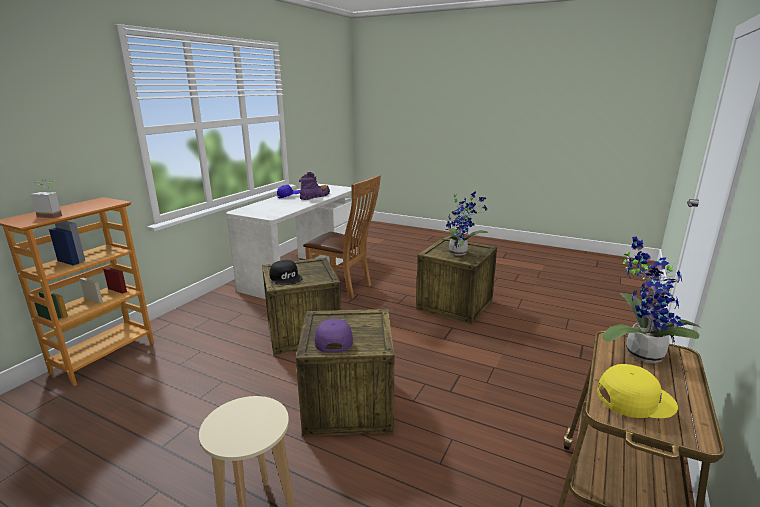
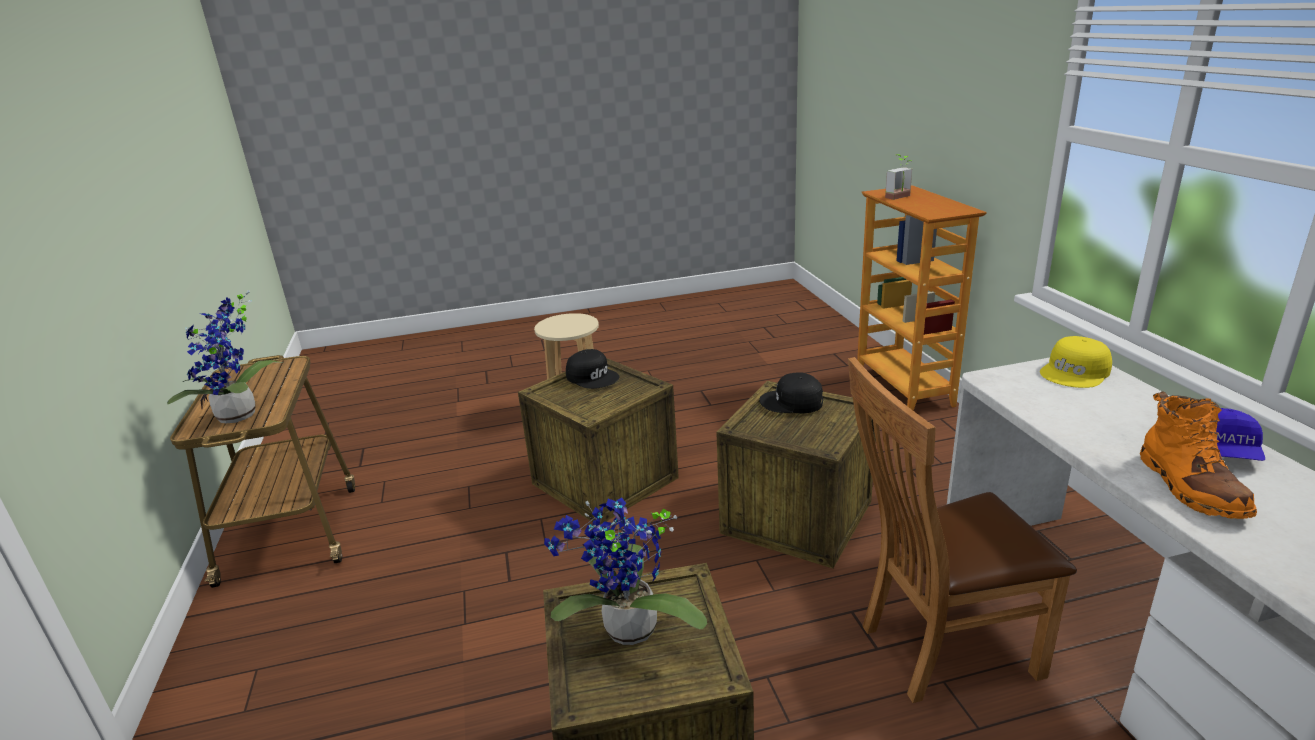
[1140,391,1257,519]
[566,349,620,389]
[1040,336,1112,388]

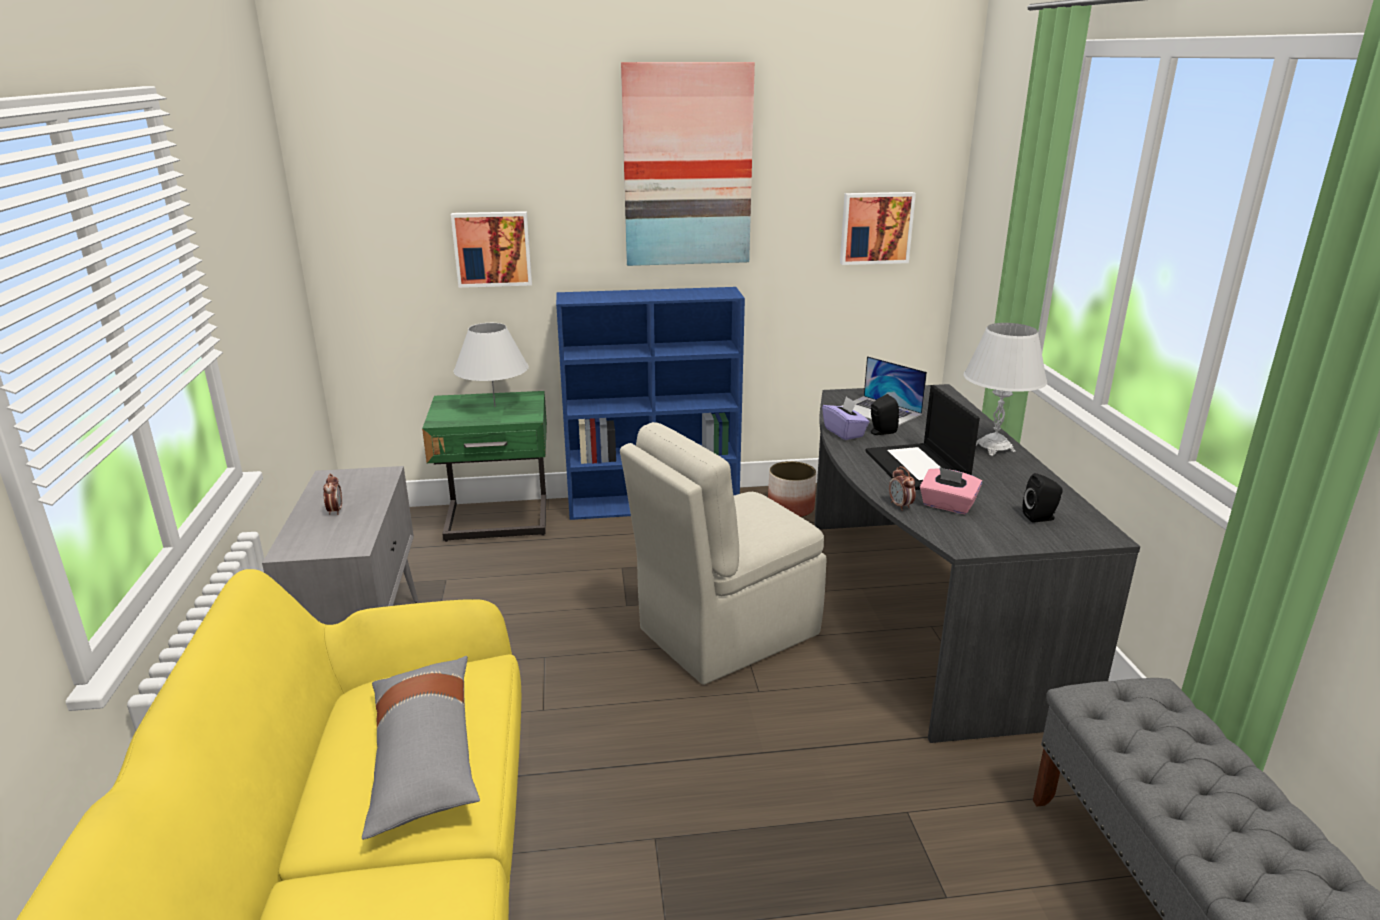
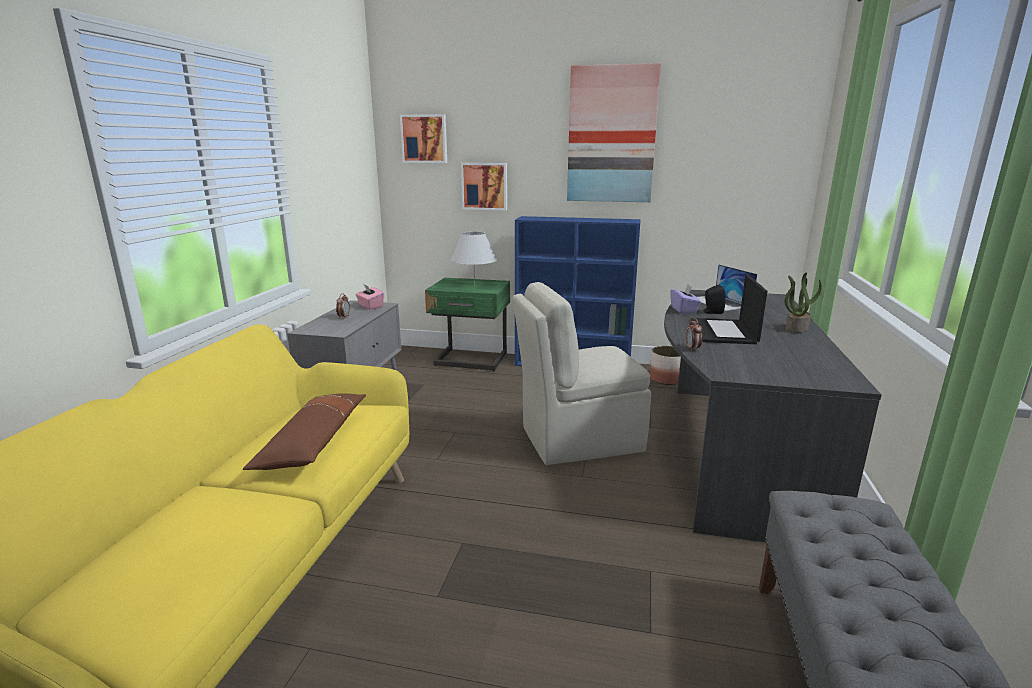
[400,114,447,163]
[784,273,822,333]
[355,285,384,310]
[1023,473,1063,522] (first image)
[243,393,366,470]

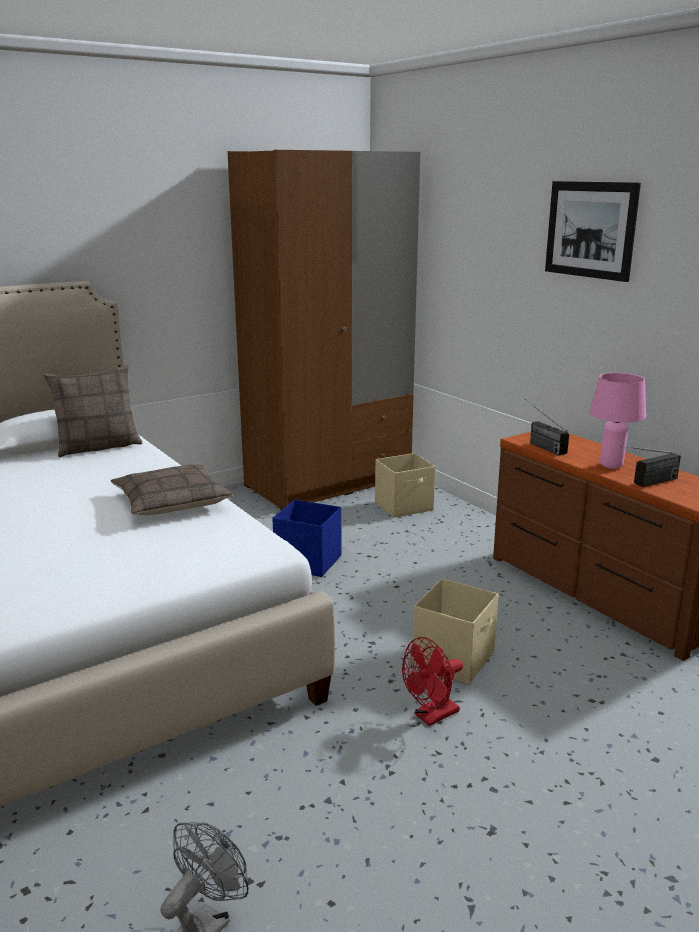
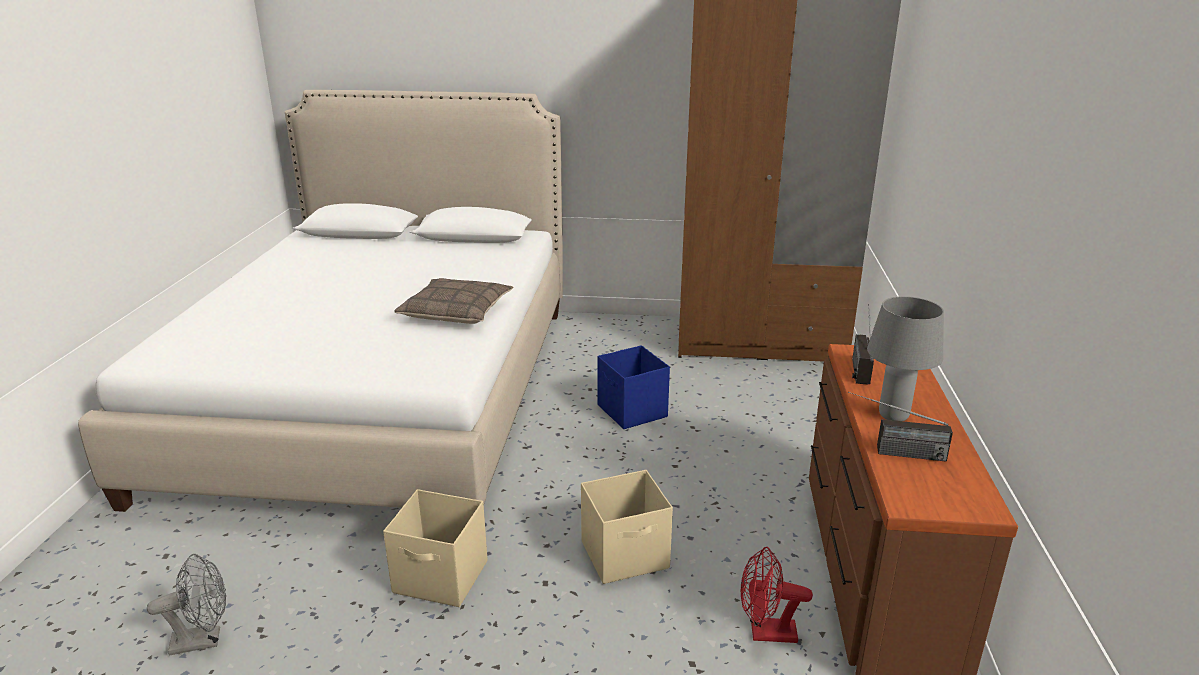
[545,181,641,282] (first image)
[43,365,142,457] (first image)
[867,296,944,421]
[383,489,488,607]
[741,547,813,643]

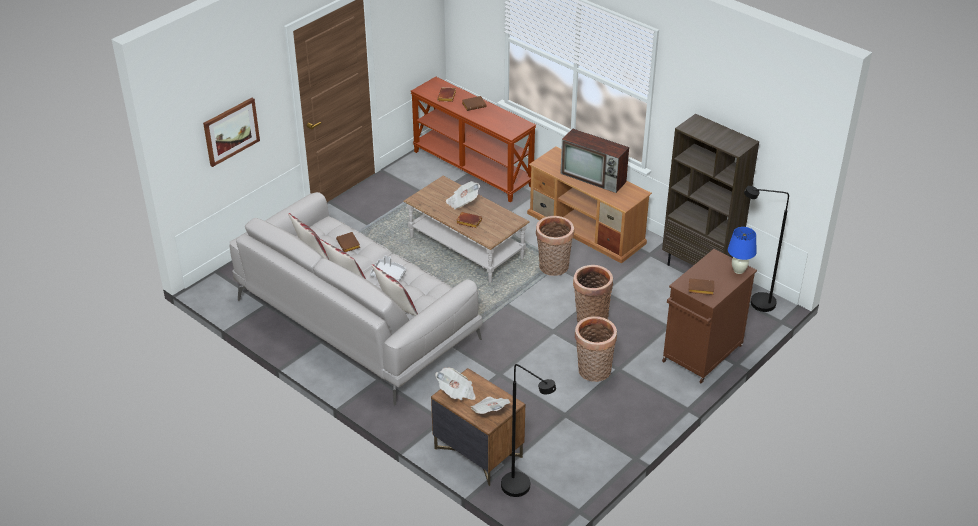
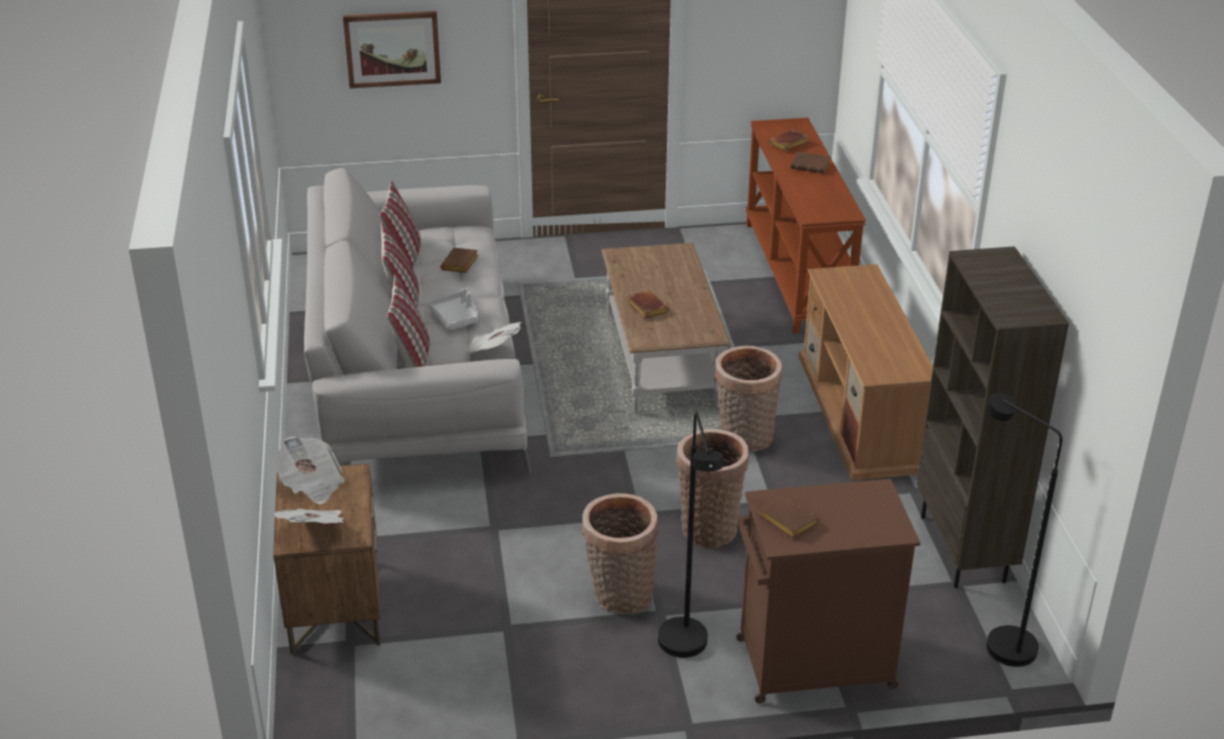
[560,129,629,193] (first image)
[465,322,521,354]
[728,227,757,274] (first image)
[658,412,723,658]

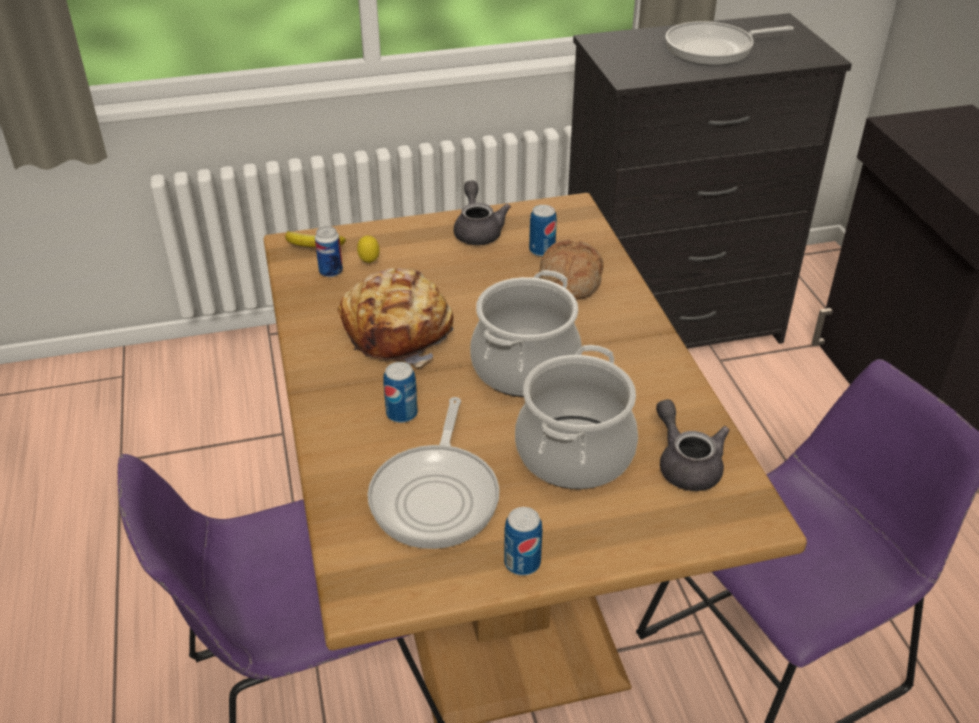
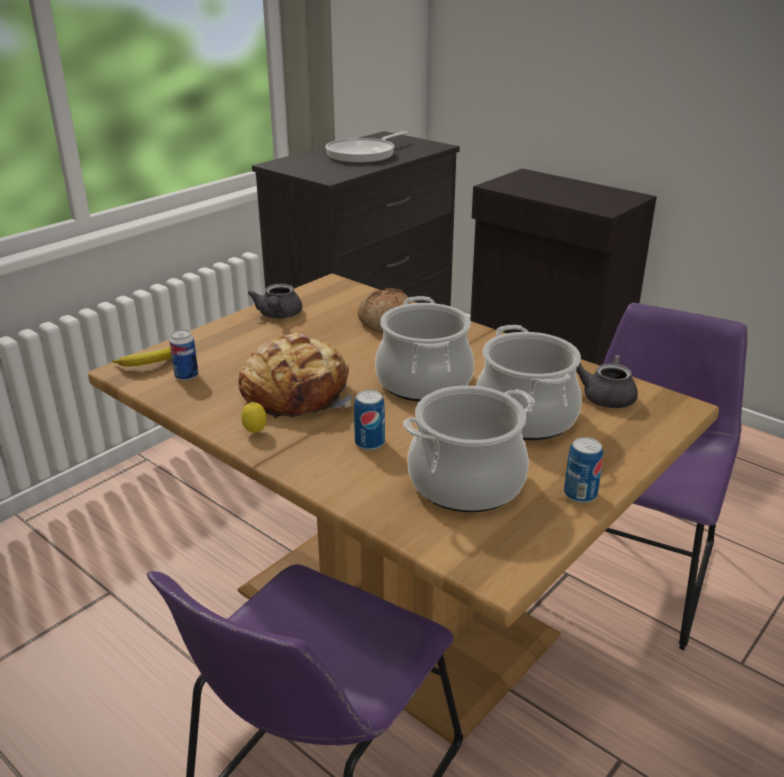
[248,284,302,319]
[529,205,557,257] (first image)
[241,402,267,433]
[403,386,535,512]

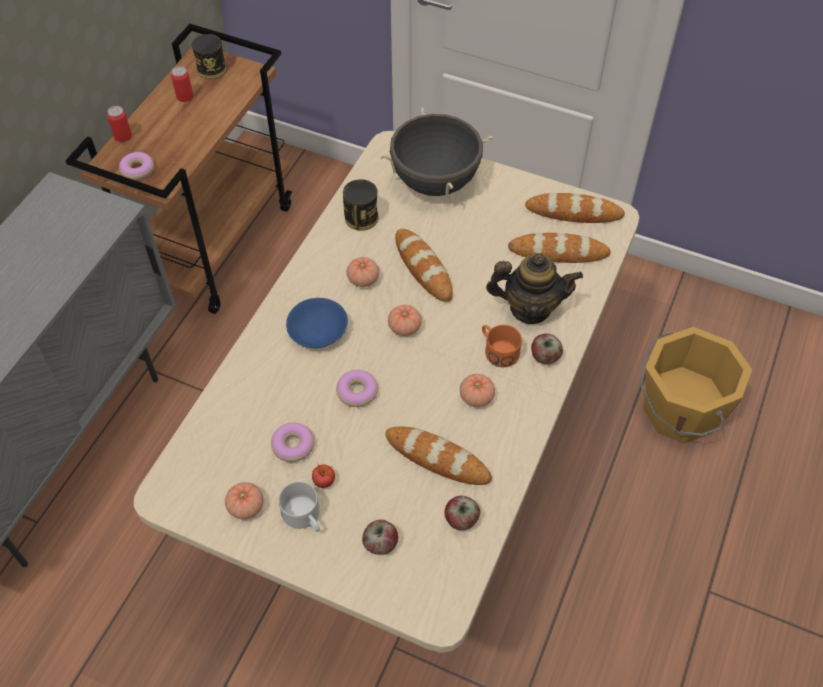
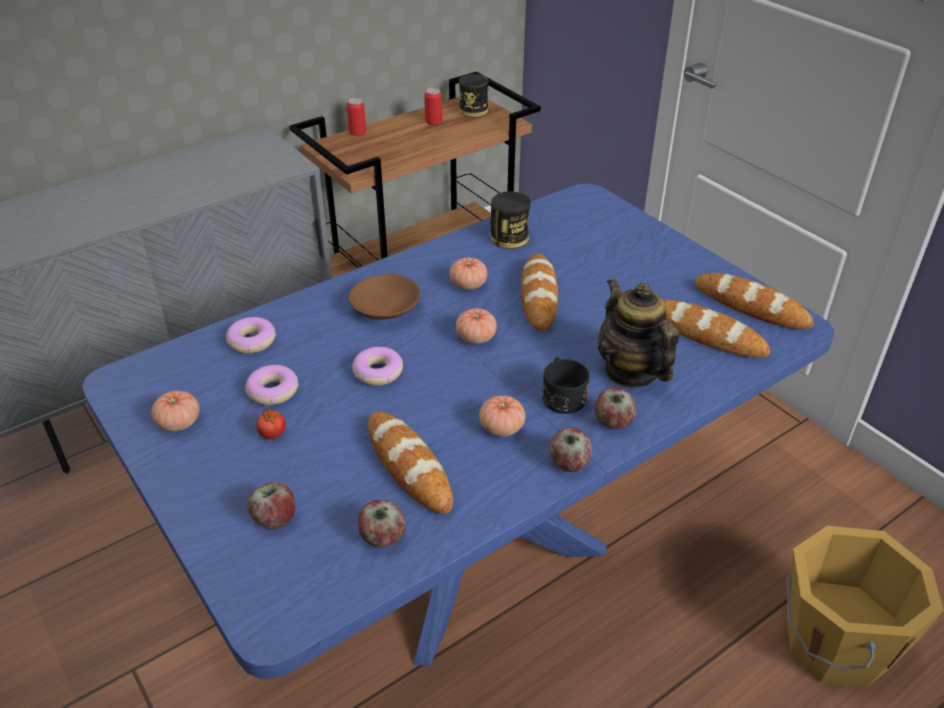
[380,108,492,196] (first image)
[82,184,835,679]
[226,317,276,354]
[598,278,679,388]
[348,274,421,320]
[542,357,589,414]
[279,481,320,532] (first image)
[549,427,592,472]

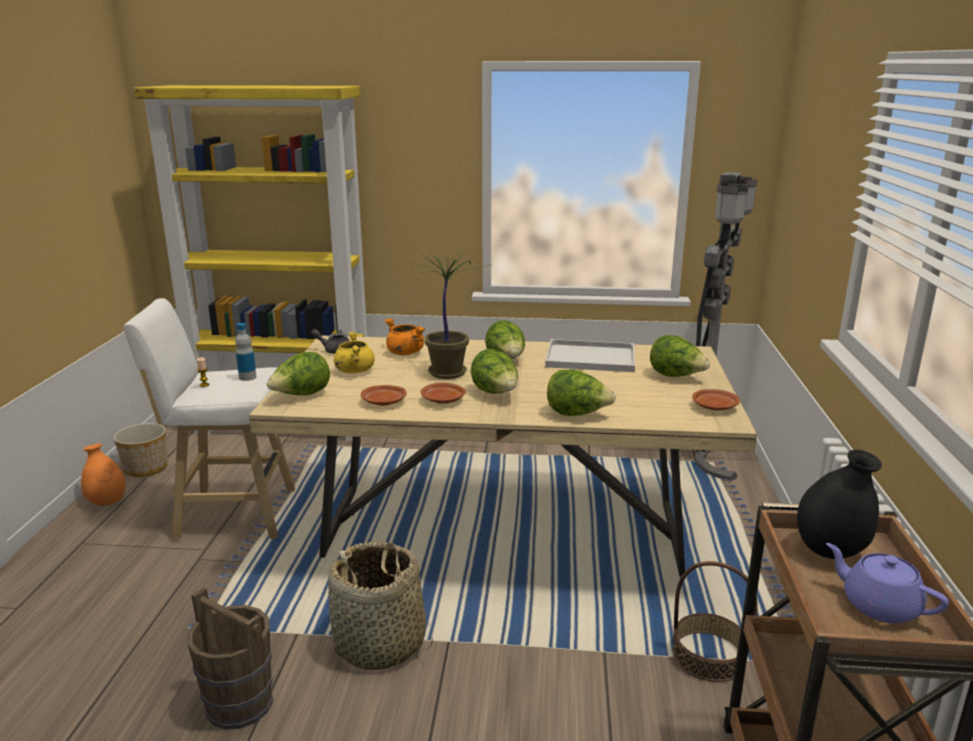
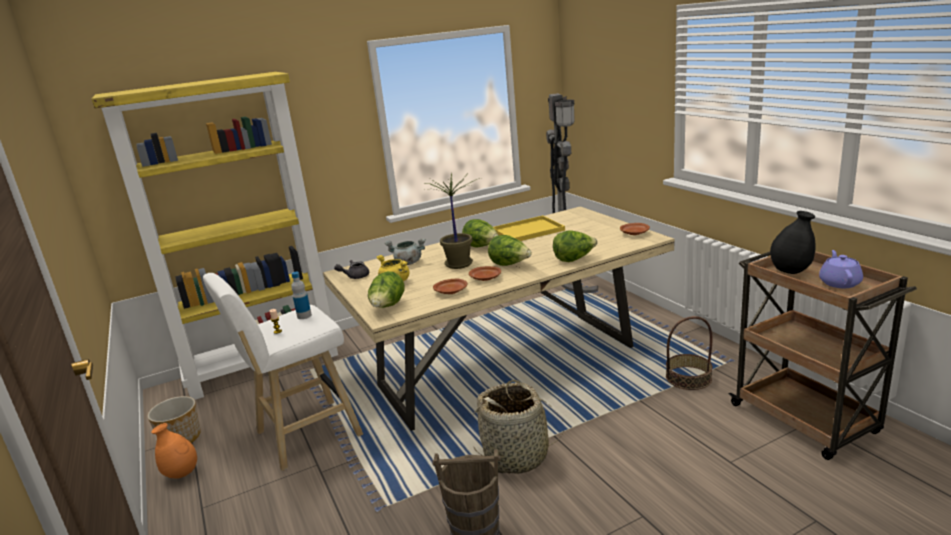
[385,239,426,265]
[650,335,710,377] (first image)
[493,216,565,241]
[819,250,863,288]

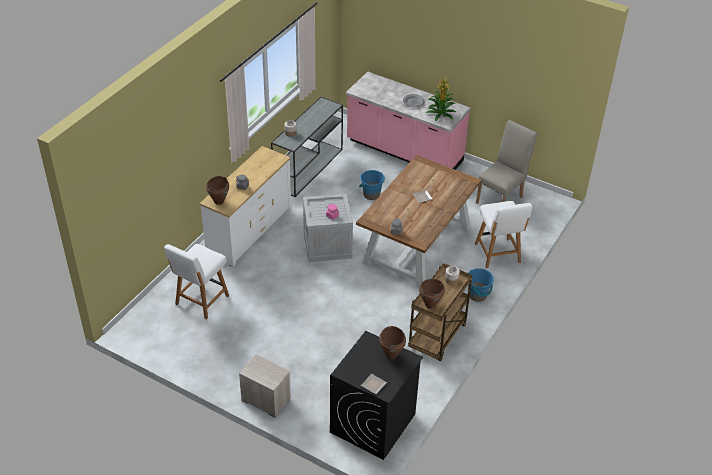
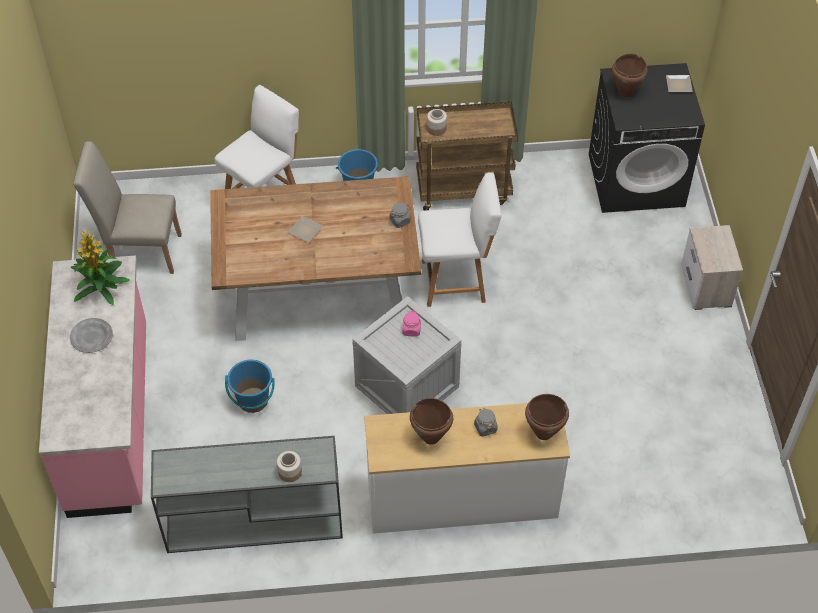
[418,173,501,307]
[410,398,453,445]

